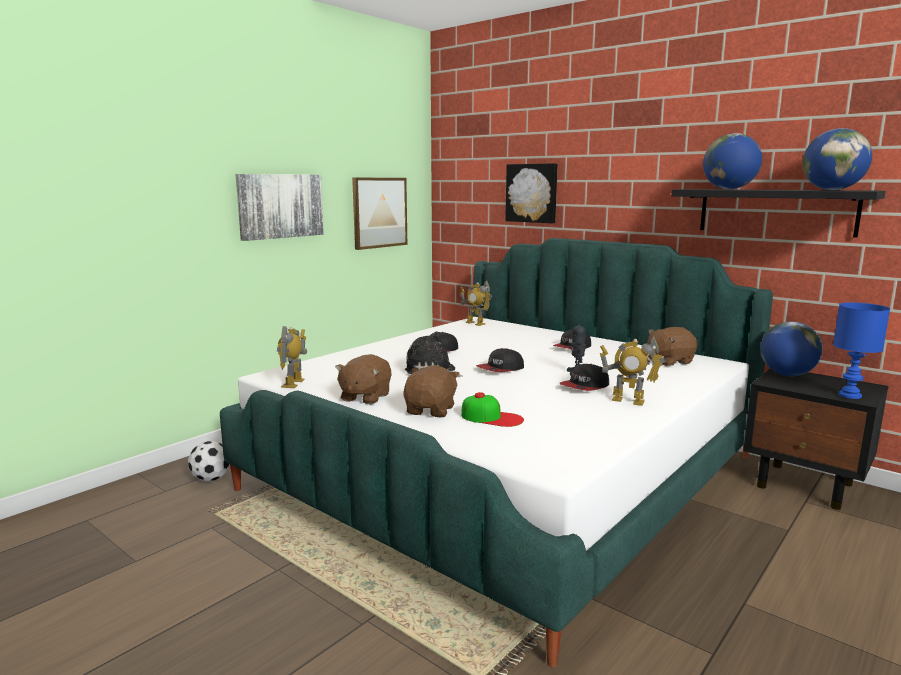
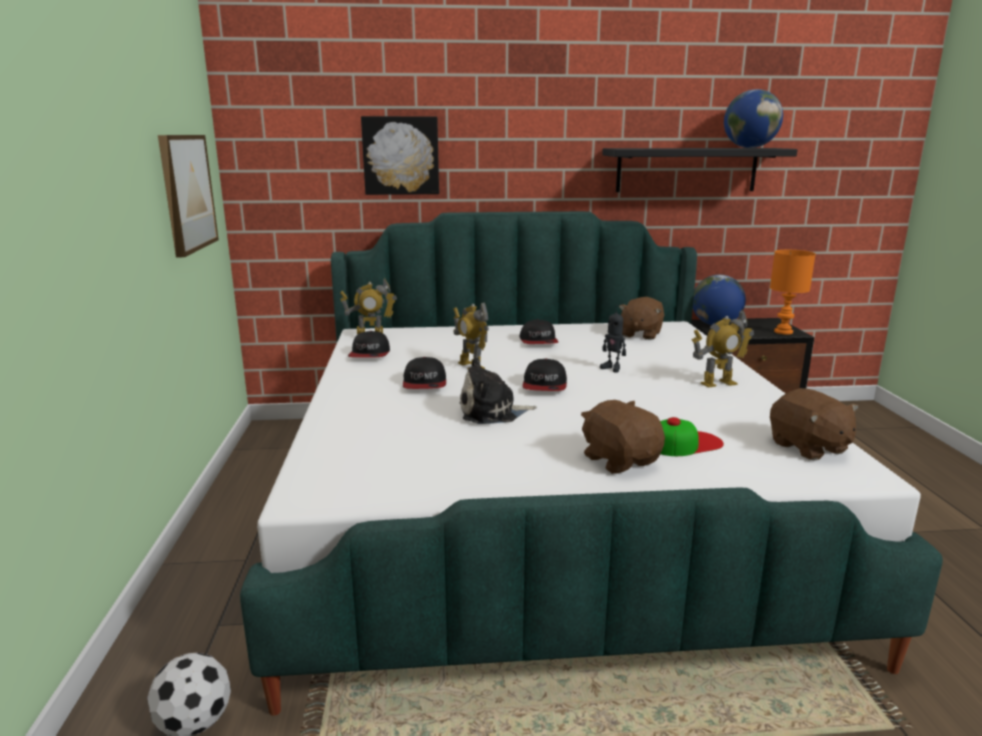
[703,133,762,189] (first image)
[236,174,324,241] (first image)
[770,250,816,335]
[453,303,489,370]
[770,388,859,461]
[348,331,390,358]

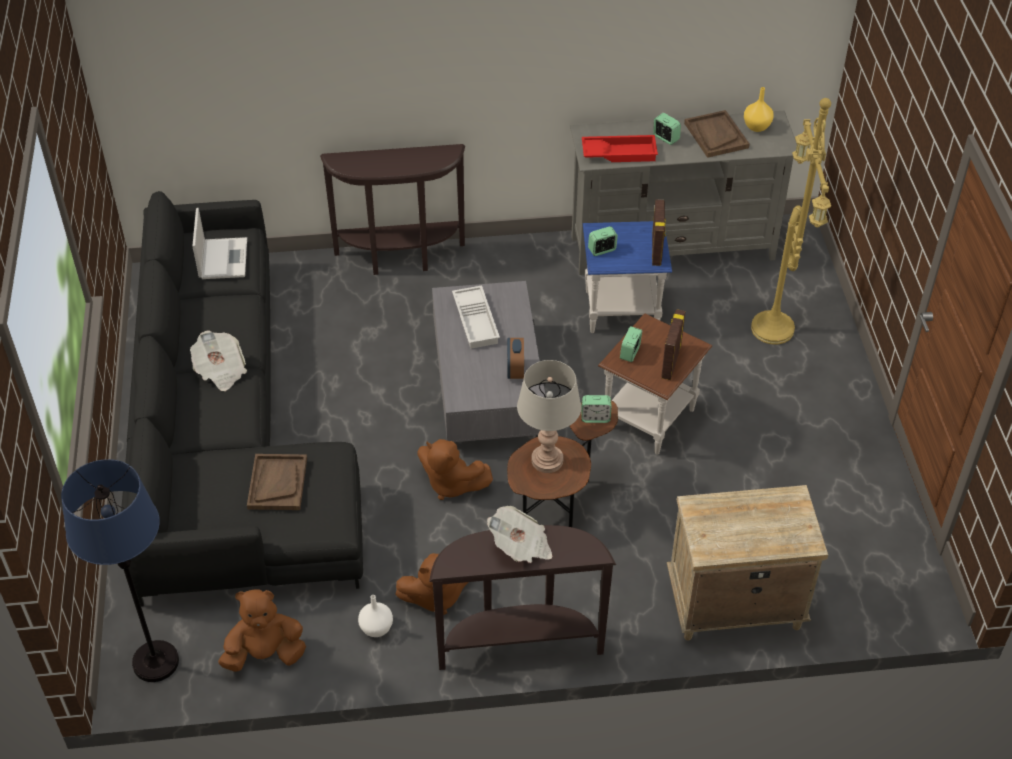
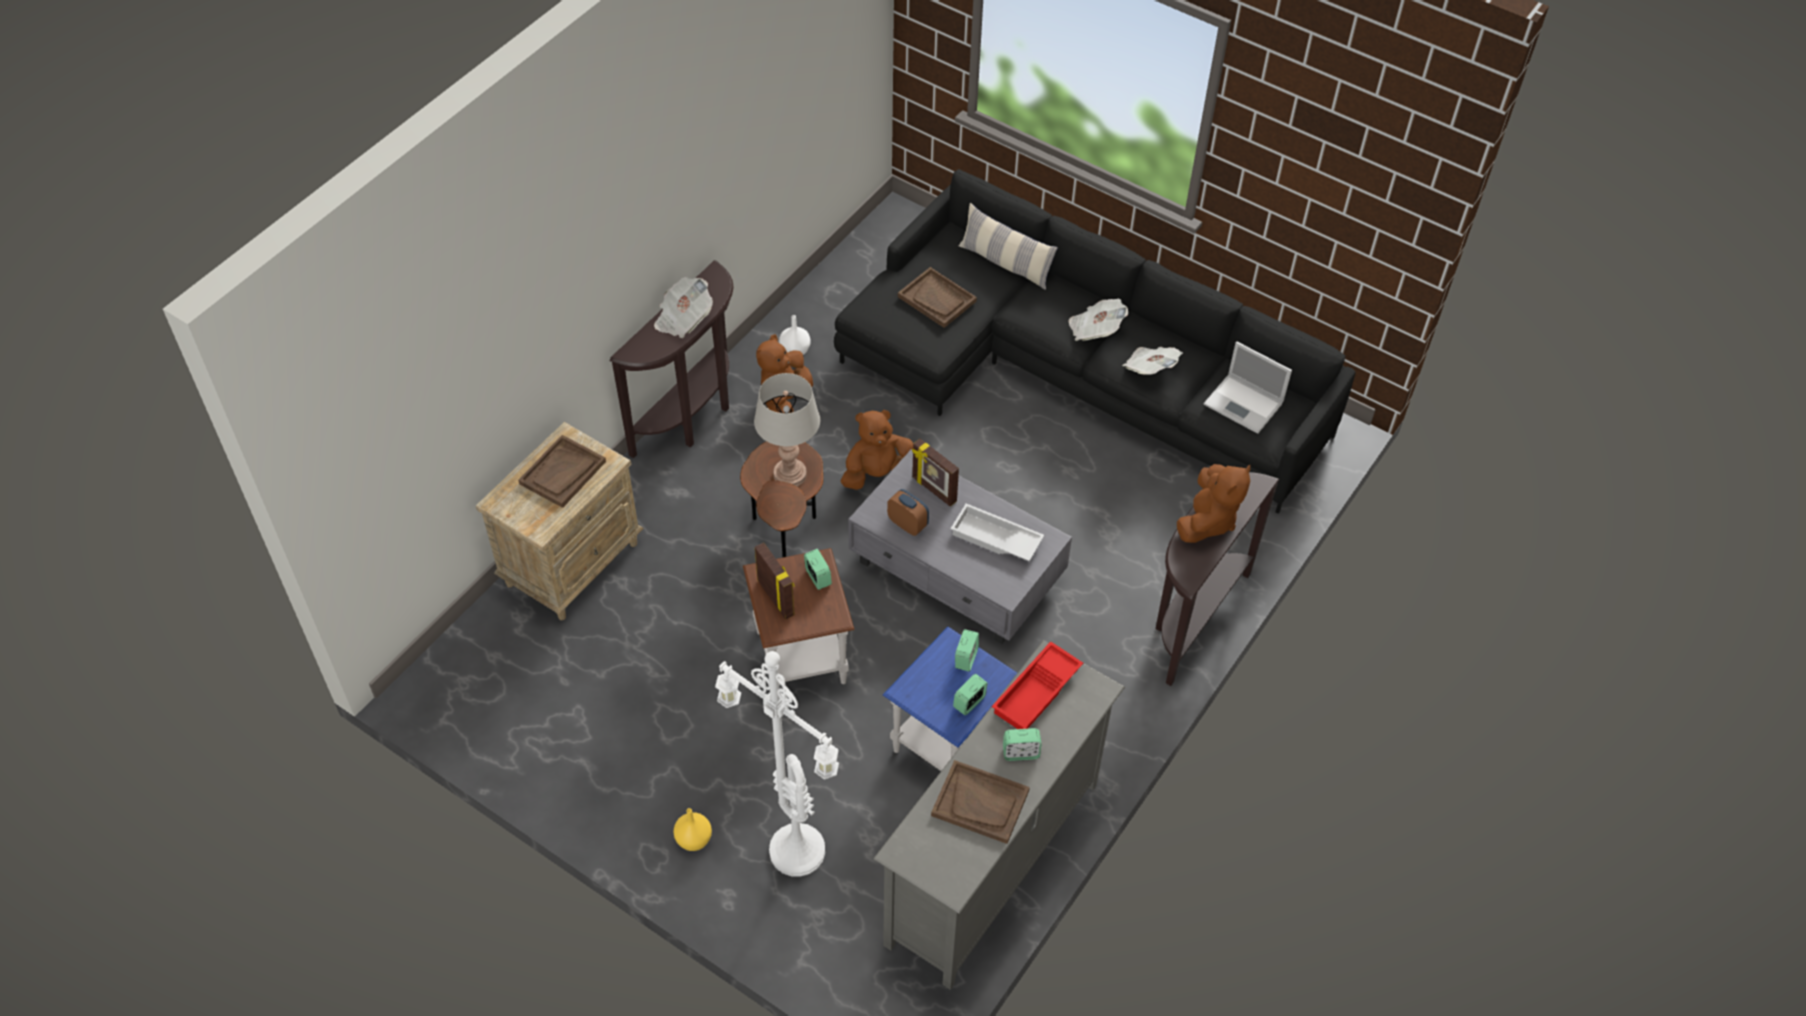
[673,808,712,851]
[715,651,839,877]
[912,439,959,507]
[953,674,988,715]
[61,459,179,682] (first image)
[1177,464,1250,543]
[959,203,1058,290]
[1122,347,1183,375]
[518,435,606,508]

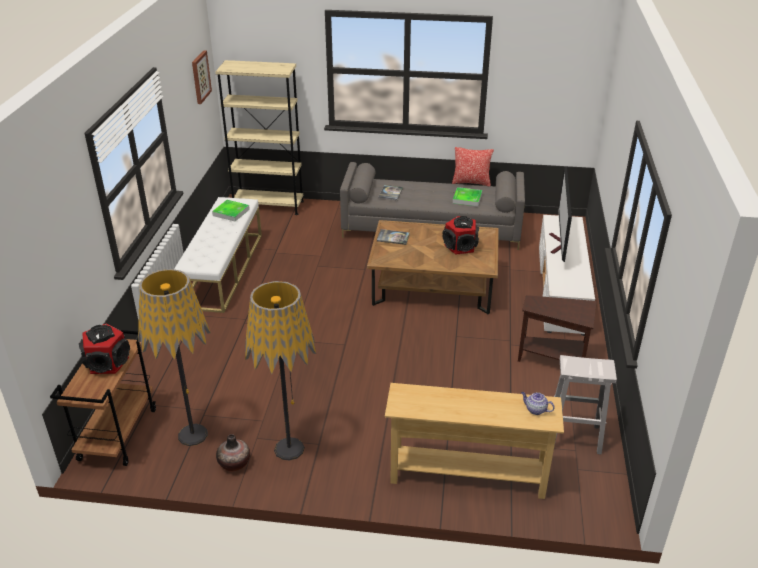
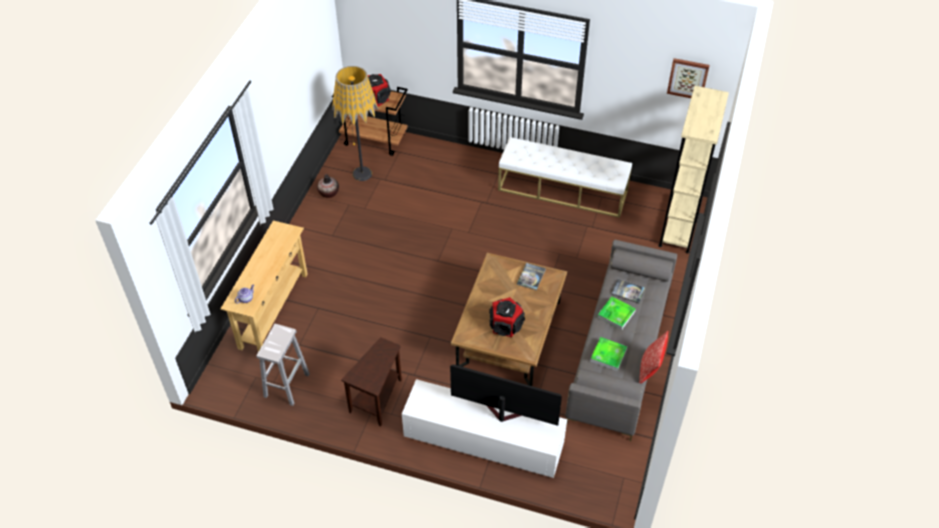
[597,296,636,330]
[245,281,316,461] (first image)

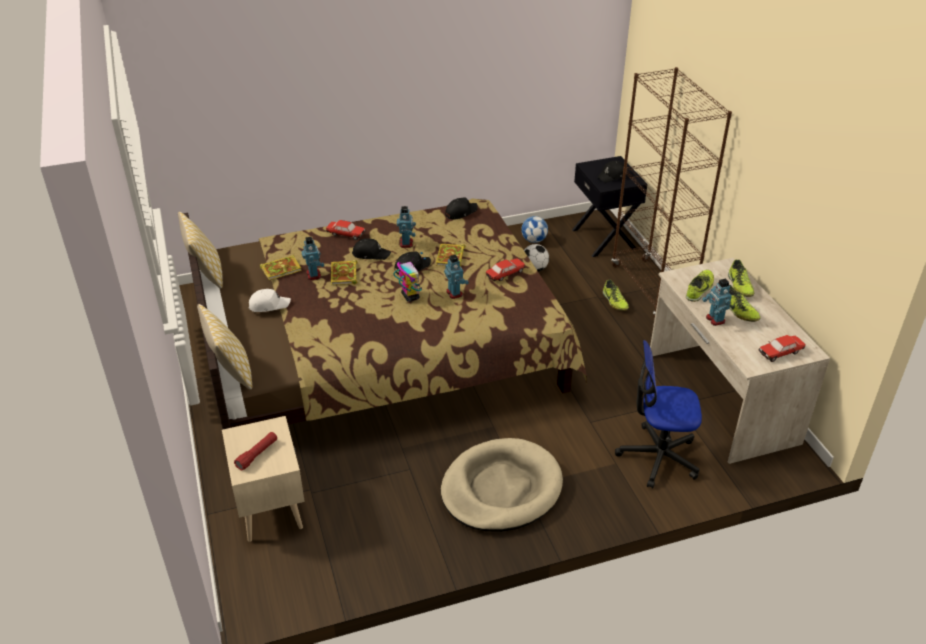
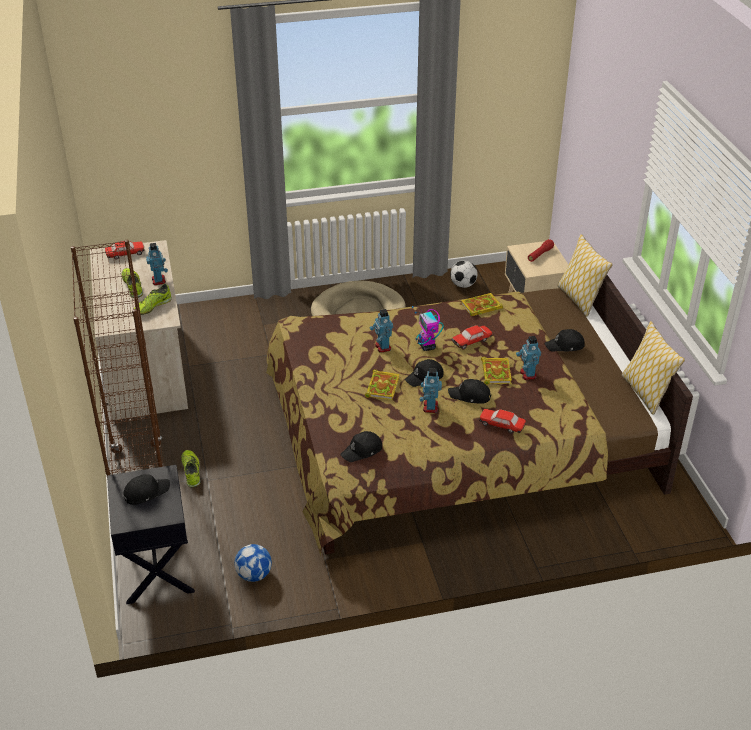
[450,261,478,288]
[461,293,503,316]
[452,325,492,350]
[728,260,754,297] (first image)
[545,329,585,352]
[615,340,702,488] (first image)

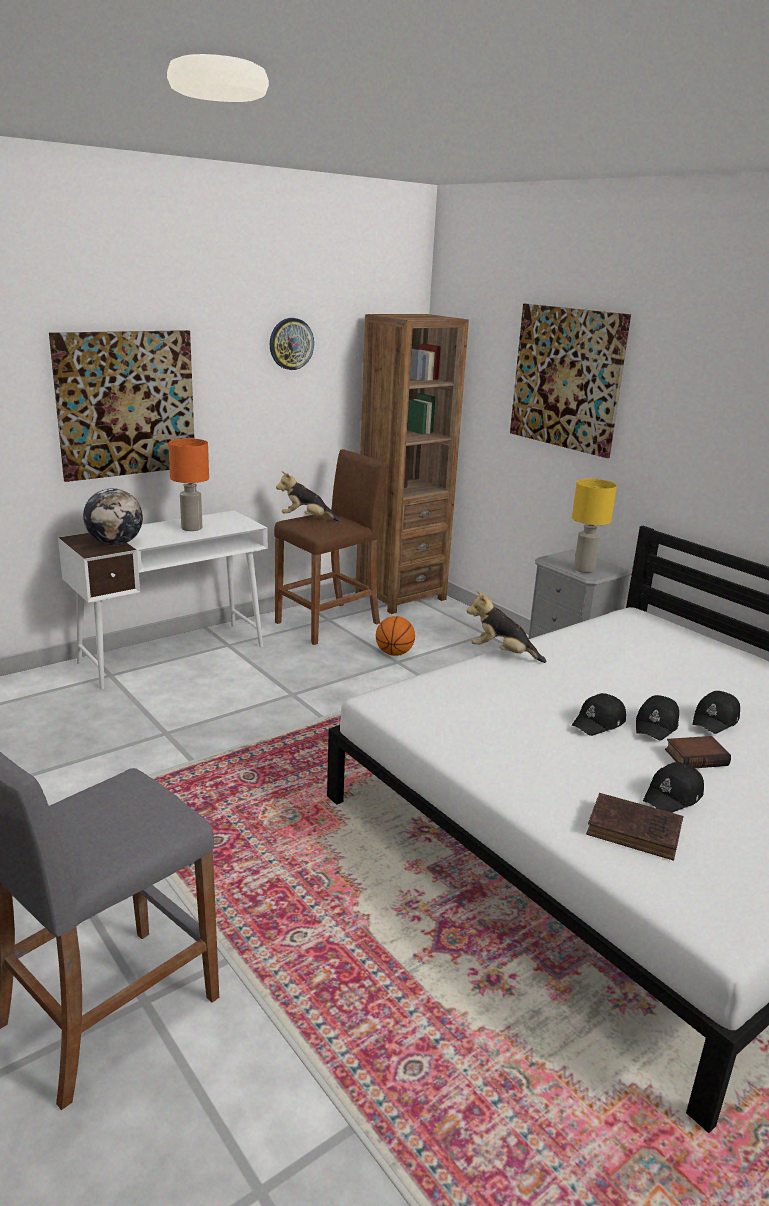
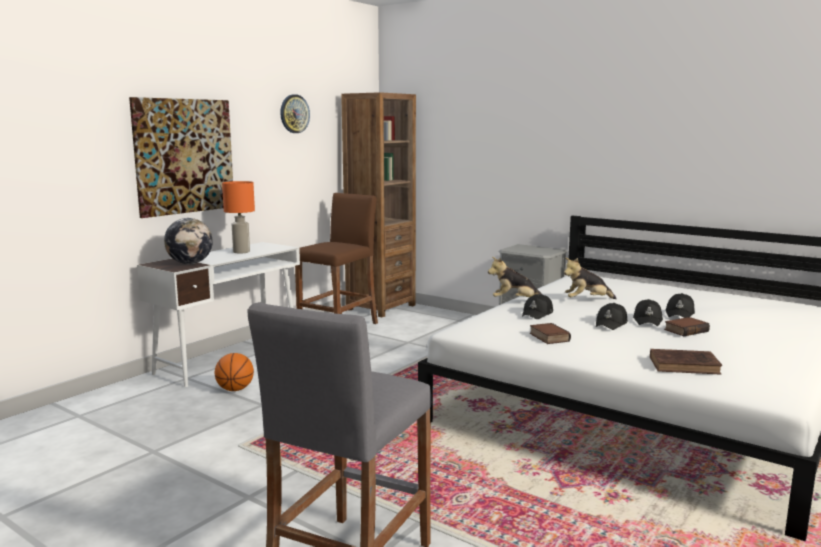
[510,304,631,458] (first image)
[564,257,617,299]
[572,479,617,573] (first image)
[215,353,254,391]
[522,294,553,319]
[530,323,571,344]

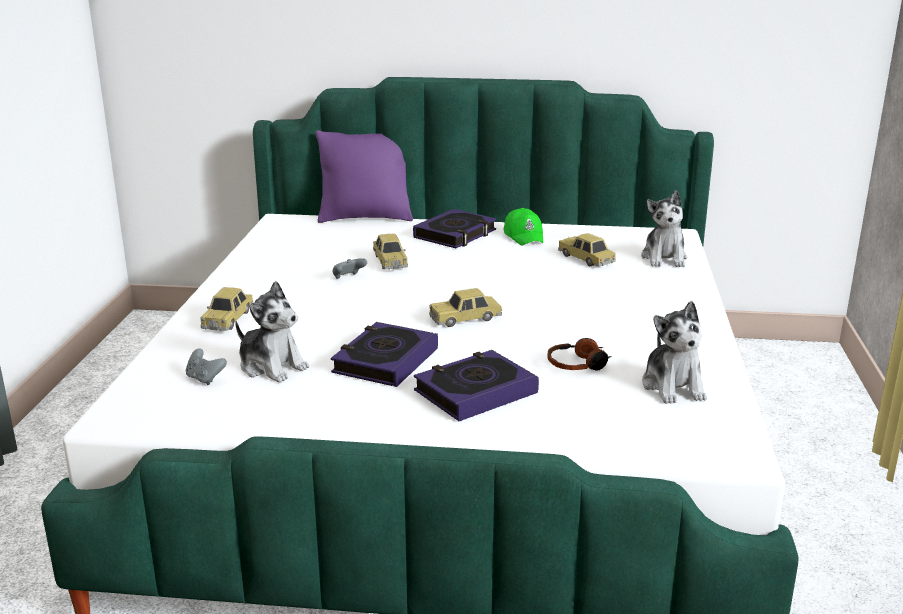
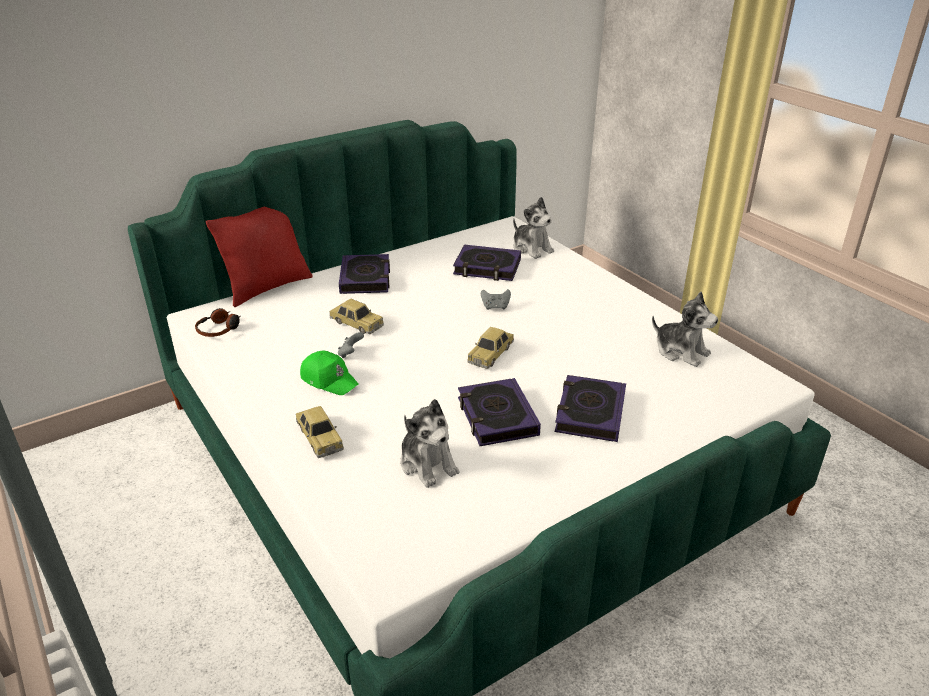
[206,207,313,308]
[300,351,359,395]
[453,245,521,281]
[400,399,459,488]
[195,308,240,337]
[481,289,511,310]

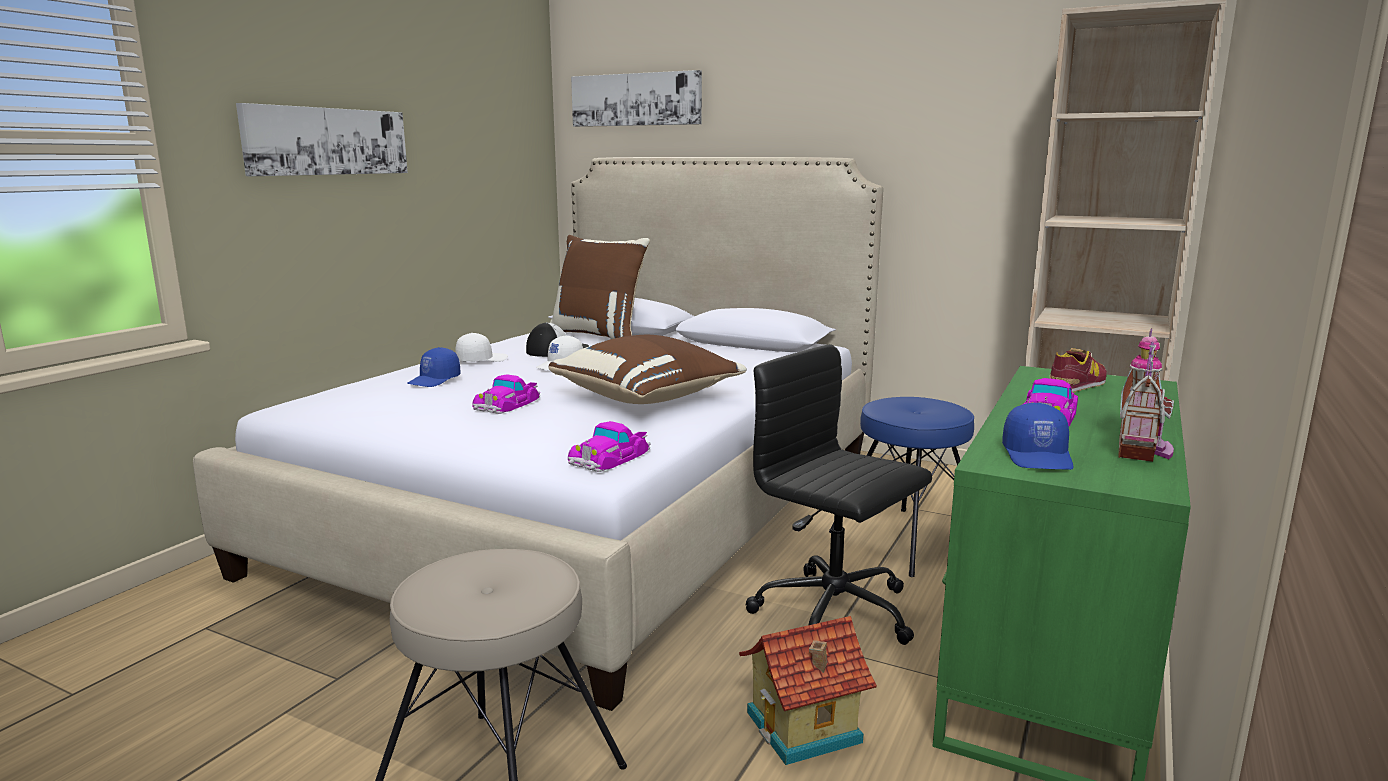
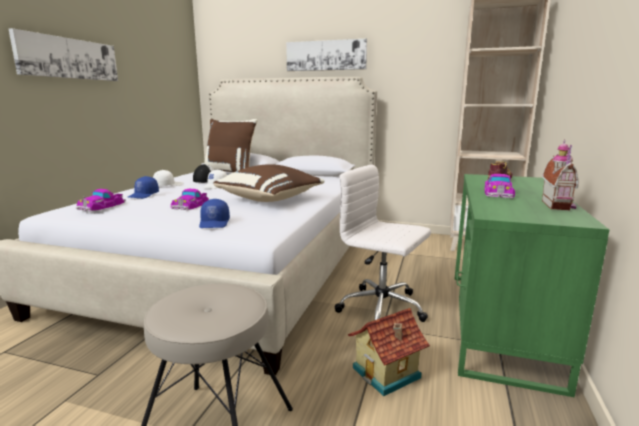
[286,38,367,71]
[334,164,431,322]
[829,397,974,577] (first image)
[199,199,230,228]
[76,189,126,211]

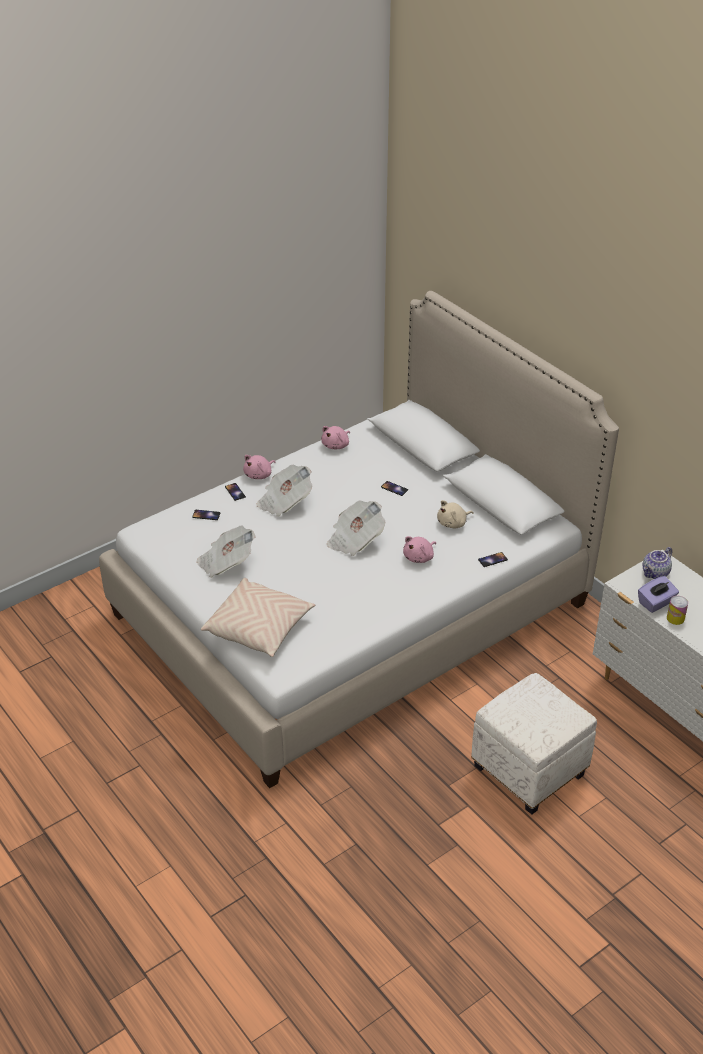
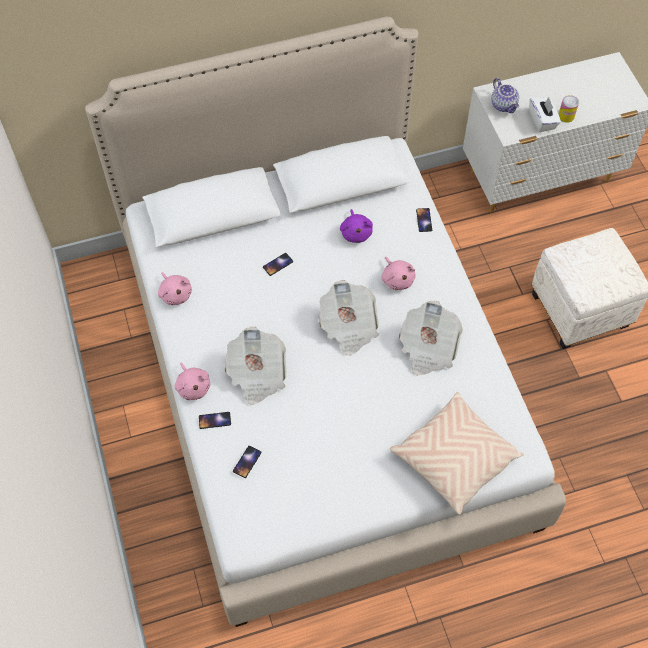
[340,209,373,243]
[399,301,463,376]
[529,97,561,132]

